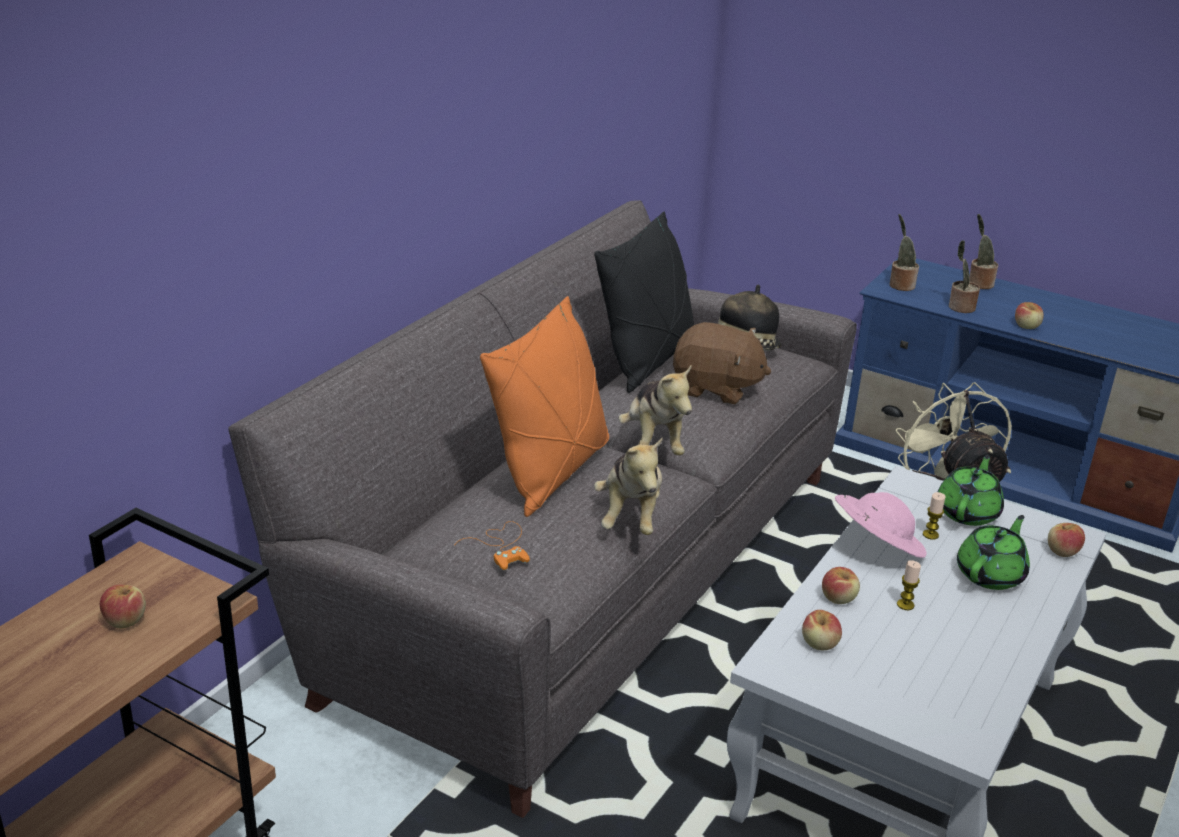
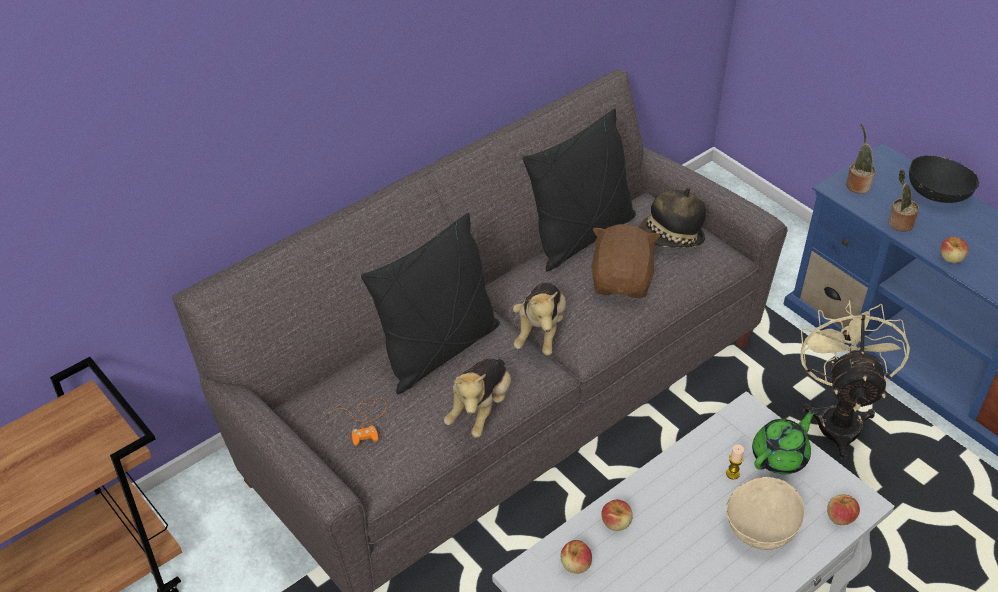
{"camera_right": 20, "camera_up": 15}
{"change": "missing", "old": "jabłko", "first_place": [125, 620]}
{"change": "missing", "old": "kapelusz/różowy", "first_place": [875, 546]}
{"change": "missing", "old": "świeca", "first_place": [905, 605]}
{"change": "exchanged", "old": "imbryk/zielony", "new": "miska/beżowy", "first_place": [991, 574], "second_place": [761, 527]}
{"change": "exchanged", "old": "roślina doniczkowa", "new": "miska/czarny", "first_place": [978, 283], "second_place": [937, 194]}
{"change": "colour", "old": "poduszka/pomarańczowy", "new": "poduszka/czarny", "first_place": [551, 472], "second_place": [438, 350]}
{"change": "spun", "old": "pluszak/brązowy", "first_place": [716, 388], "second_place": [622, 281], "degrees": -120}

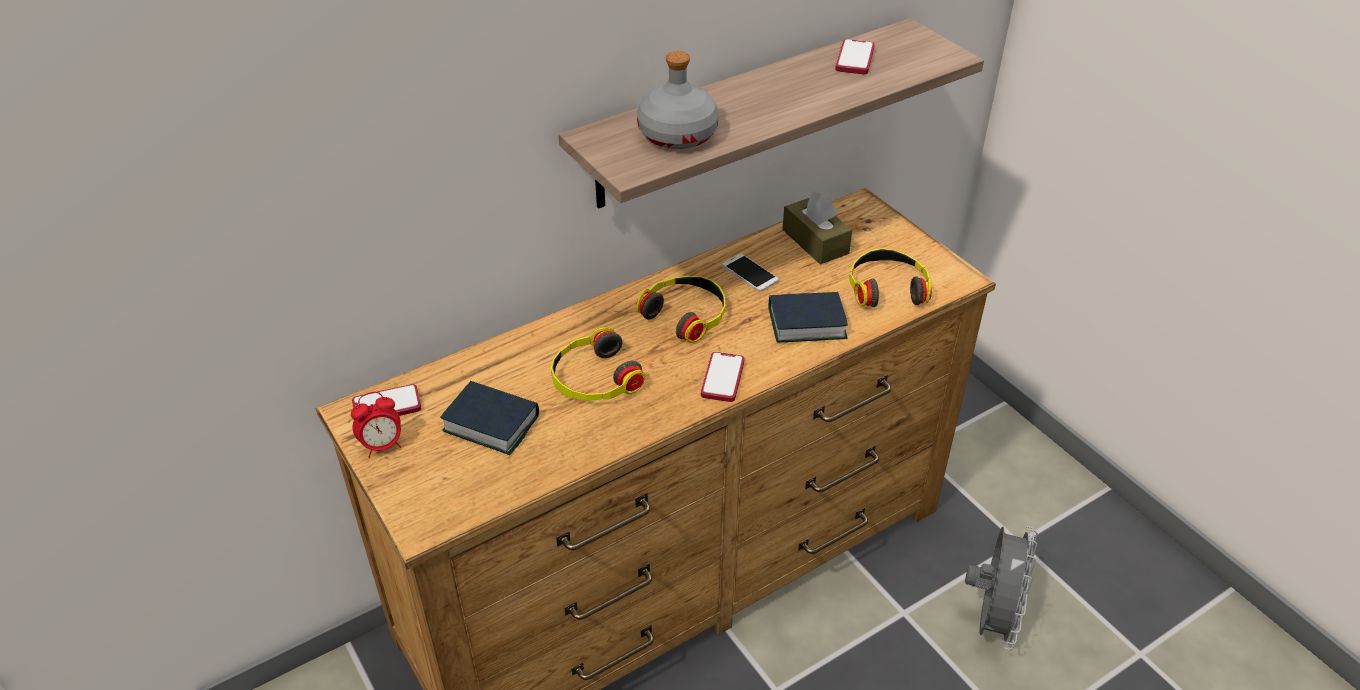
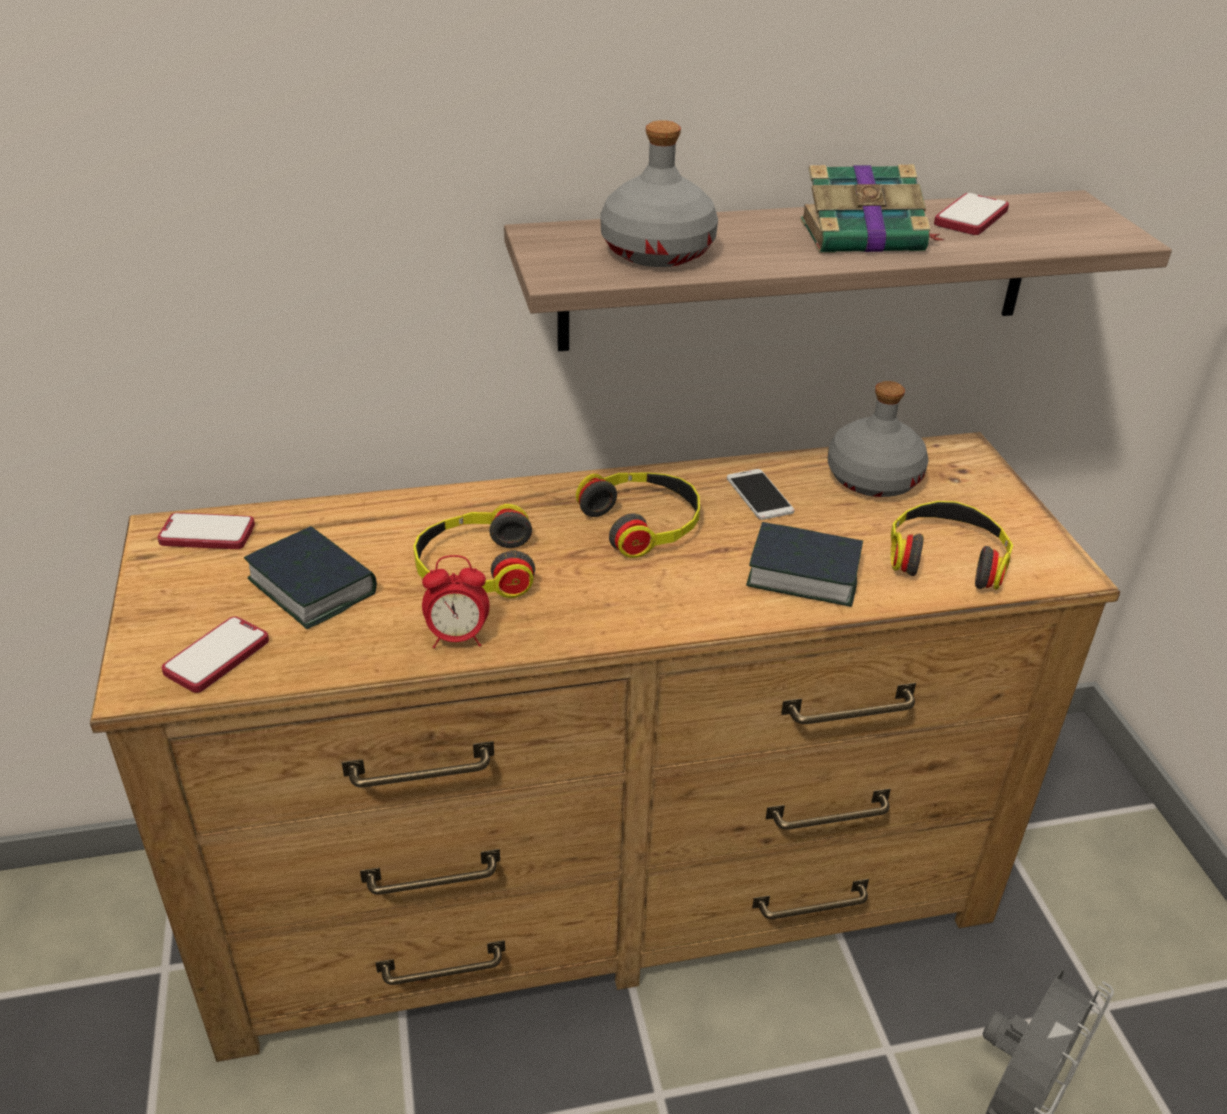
{"camera_right": 20, "camera_up": -5}
{"change": "appeared", "new": "książka", "second_place": [865, 236]}
{"change": "relocated", "old": "budzik", "first_place": [382, 446], "second_place": [457, 638]}
{"change": "relocated", "old": "telefon", "first_place": [722, 378], "second_place": [217, 656]}
{"change": "exchanged", "old": "pudełko chusteczek/brązowy", "new": "butelka/szary", "first_place": [815, 241], "second_place": [872, 478]}

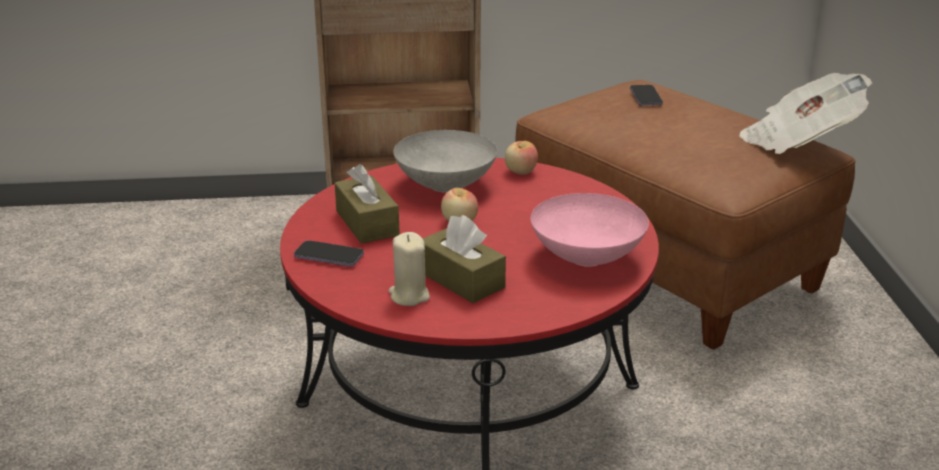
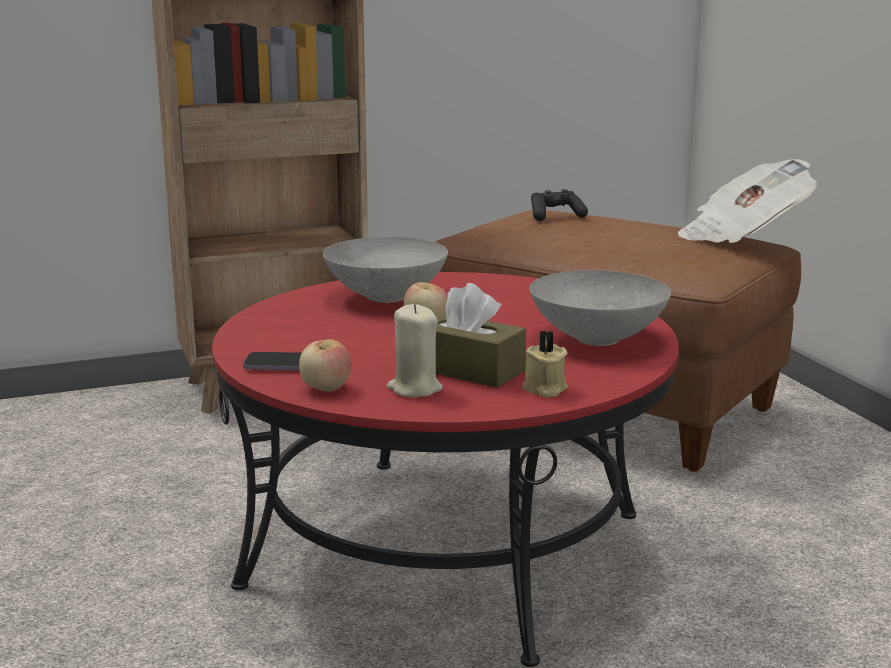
{"camera_right": -15, "camera_up": -10}
{"change": "missing", "old": "pudełko chusteczek/brązowy", "first_place": [367, 223]}
{"change": "appeared", "new": "świeca/beżowy", "second_place": [544, 389]}
{"change": "relocated", "old": "jabłko", "first_place": [520, 172], "second_place": [325, 388]}
{"change": "exchanged", "old": "telefon", "new": "pad do gier/czarny", "first_place": [645, 97], "second_place": [555, 216]}
{"change": "colour", "old": "miska/różowy", "new": "miska/szary", "first_place": [588, 258], "second_place": [599, 339]}

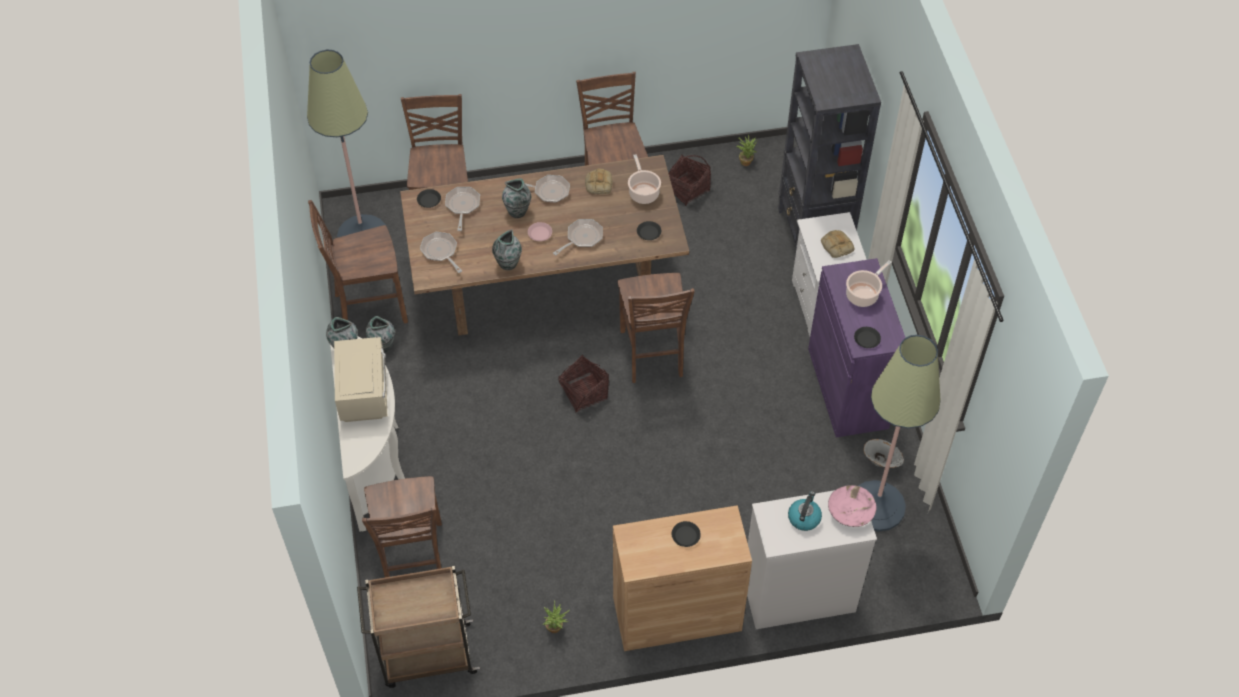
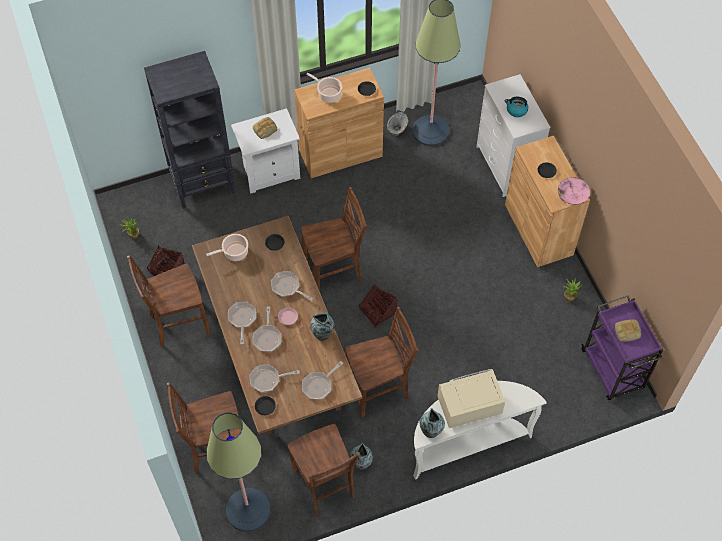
{"camera_right": -100, "camera_up": 5}
{"change": "relocated", "old": "krzesło/brązowy", "first_place": [412, 560], "second_place": [379, 389]}
{"change": "relocated", "old": "chleb", "first_place": [598, 183], "second_place": [627, 332]}
{"change": "relocated", "old": "miska/różowy", "first_place": [851, 511], "second_place": [572, 195]}
{"change": "exchanged", "old": "wazon", "new": "patelnia", "first_place": [518, 211], "second_place": [267, 337]}
{"change": "colour", "old": "wózek/brązowy", "new": "wózek/fioletowy", "first_place": [426, 656], "second_place": [613, 370]}
{"change": "colour", "old": "szafka/fioletowy", "new": "szafka/brązowy", "first_place": [847, 388], "second_place": [340, 153]}

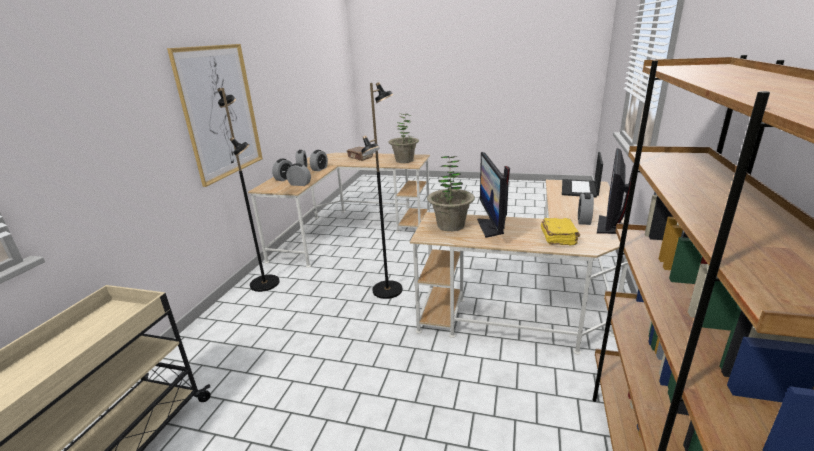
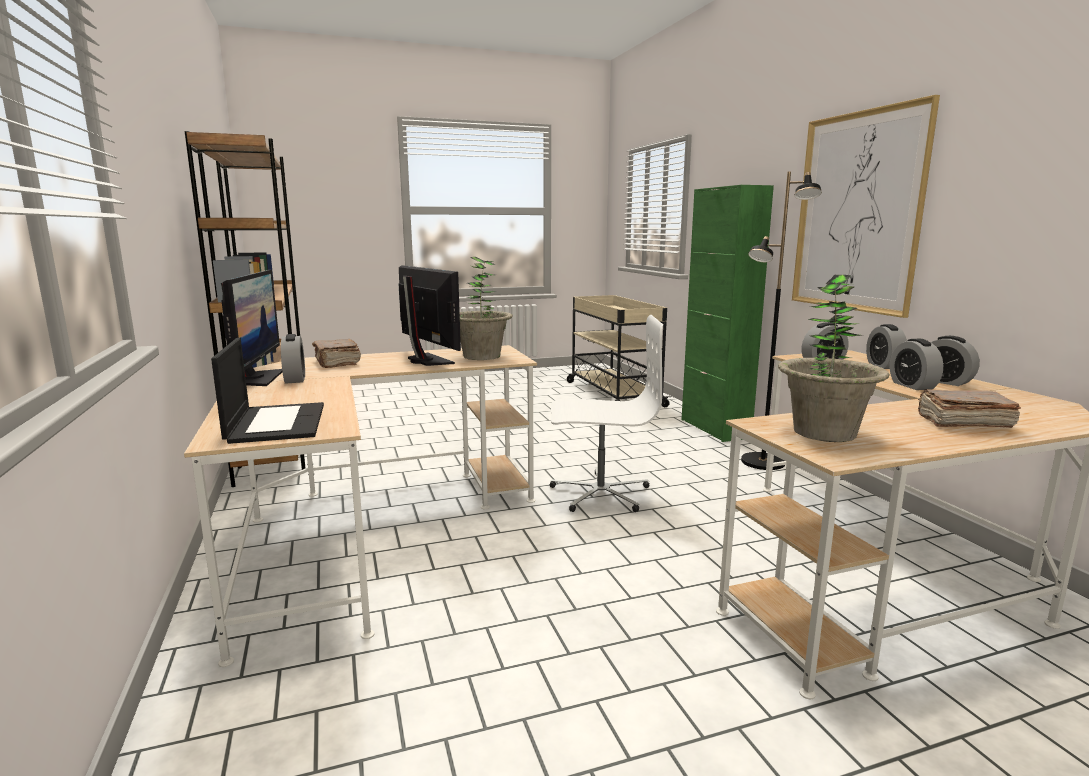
{"camera_right": 145, "camera_up": -10}
{"change": "appeared", "new": "szafka/zielony", "second_place": [714, 428]}
{"change": "exchanged", "old": "lampa stojąca/czarny", "new": "krzesło biurowe/biały", "first_place": [388, 290], "second_place": [600, 493]}
{"change": "colour", "old": "książka/żółty", "new": "książka/brązowy", "first_place": [558, 238], "second_place": [337, 362]}

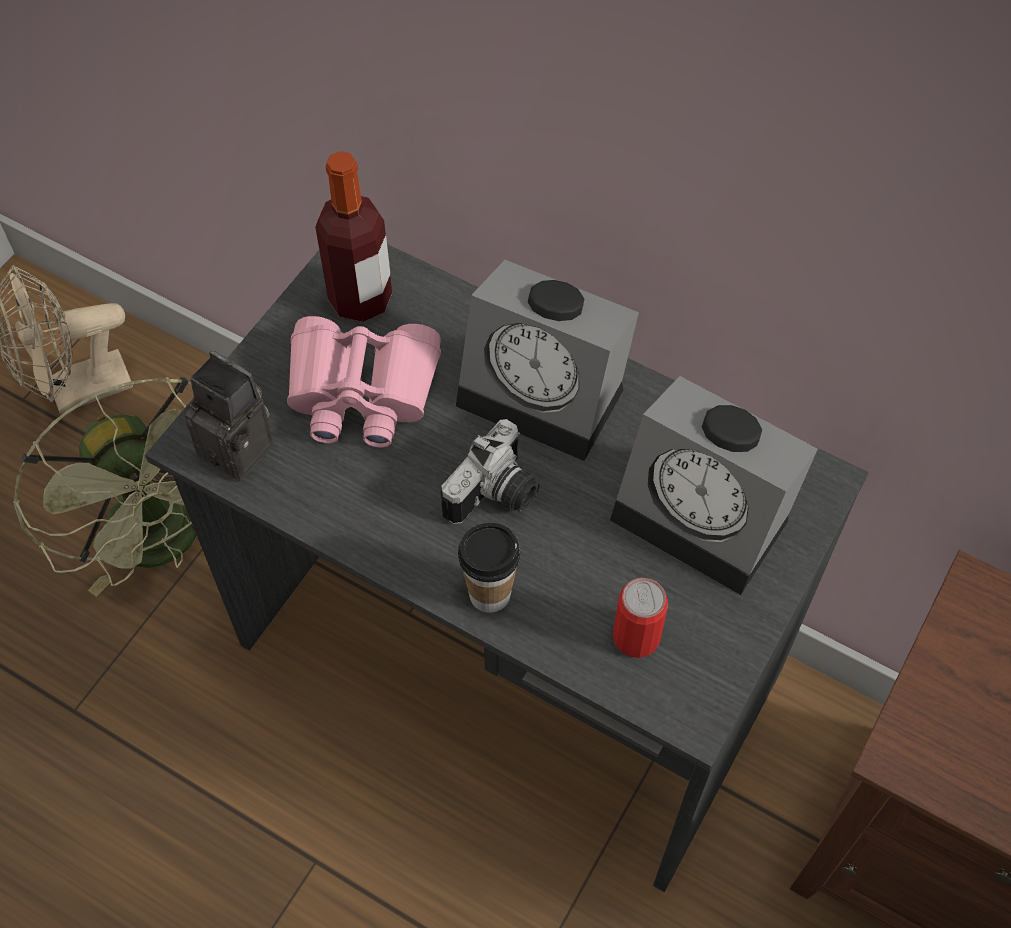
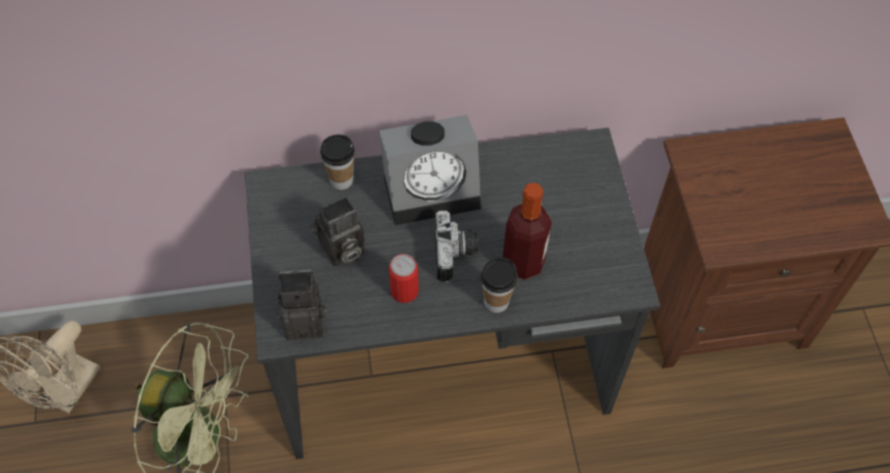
{"camera_right": -40, "camera_up": 0}
{"change": "missing", "old": "budzik", "first_place": [708, 516]}
{"change": "appeared", "new": "filiżanka", "second_place": [341, 180]}
{"change": "relocated", "old": "butelka", "first_place": [360, 299], "second_place": [523, 262]}
{"change": "relocated", "old": "puszka", "first_place": [636, 636], "second_place": [404, 291]}
{"change": "exchanged", "old": "lornetka/różowy", "new": "aparat fotograficzny", "first_place": [361, 392], "second_place": [341, 250]}

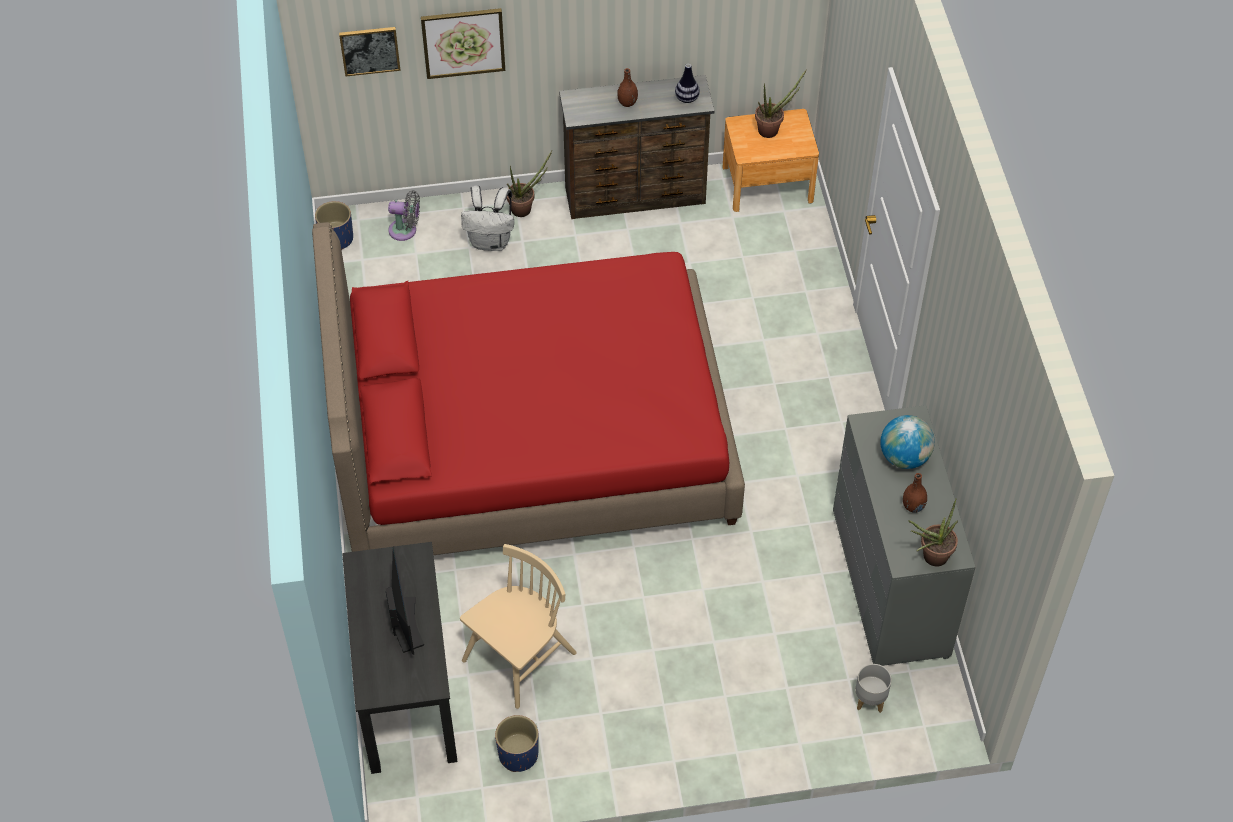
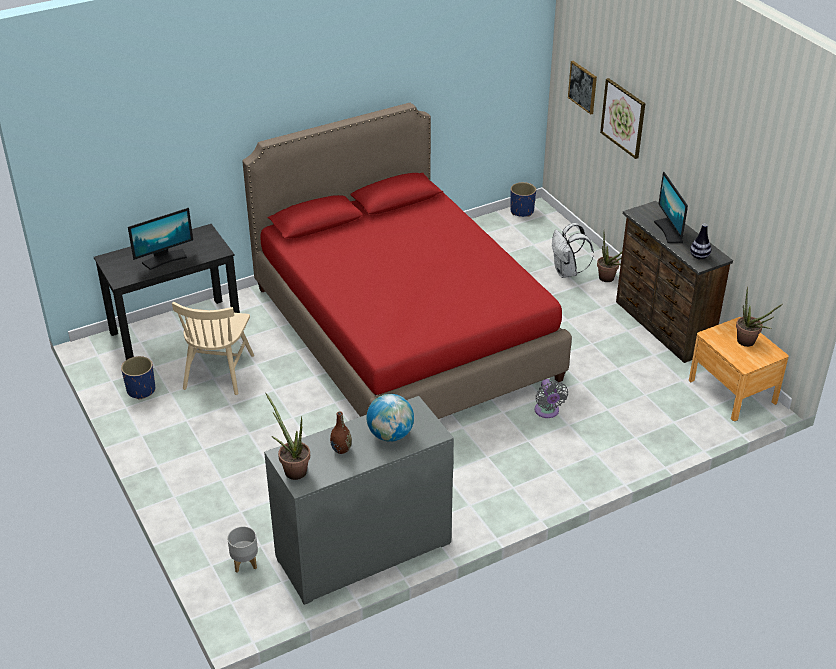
{"camera_right": 70, "camera_up": -15}
{"change": "relocated", "old": "wentylator/szary", "first_place": [405, 230], "second_place": [547, 412]}
{"change": "exchanged", "old": "wazon/brązowy", "new": "monitor", "first_place": [627, 103], "second_place": [670, 231]}
{"change": "spun", "old": "krzesło/beżowy", "first_place": [519, 658], "second_place": [218, 371], "degrees": 75}

